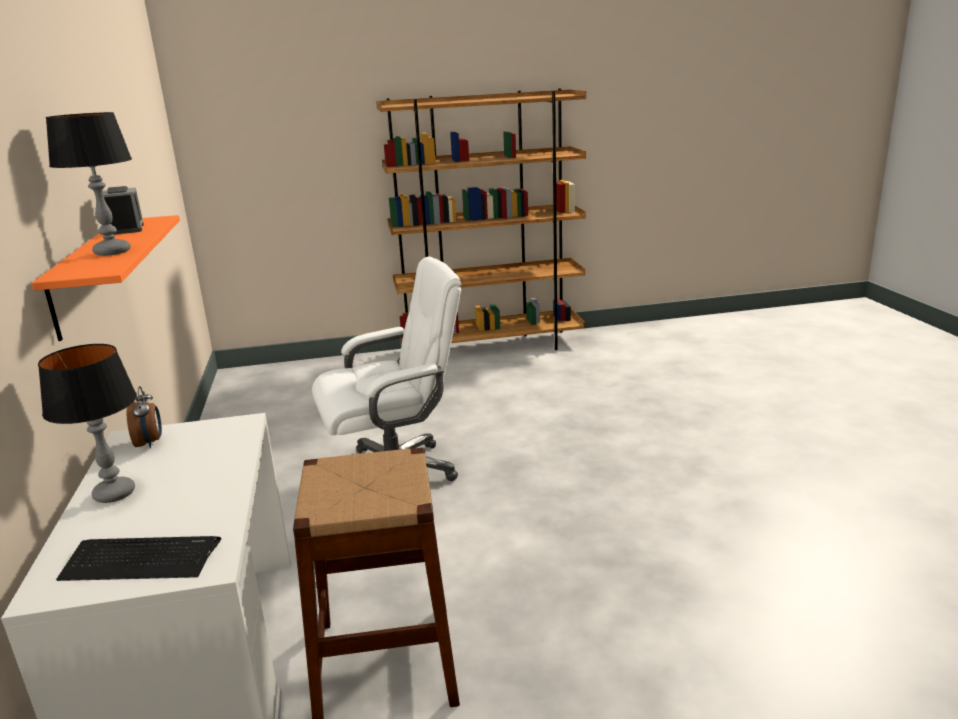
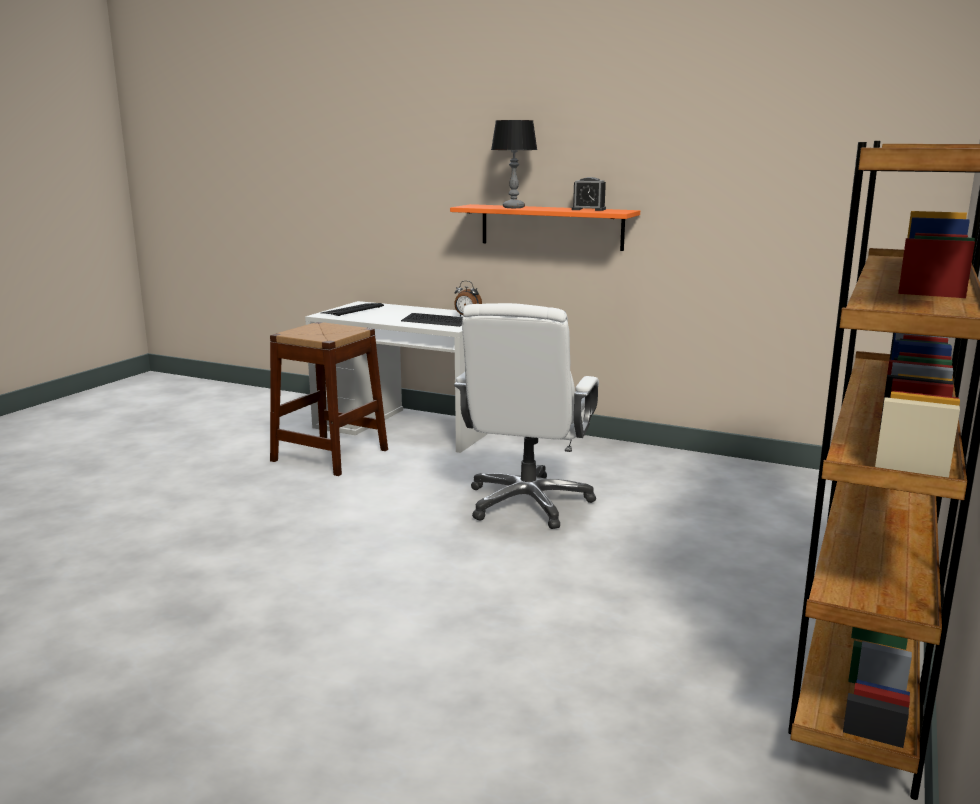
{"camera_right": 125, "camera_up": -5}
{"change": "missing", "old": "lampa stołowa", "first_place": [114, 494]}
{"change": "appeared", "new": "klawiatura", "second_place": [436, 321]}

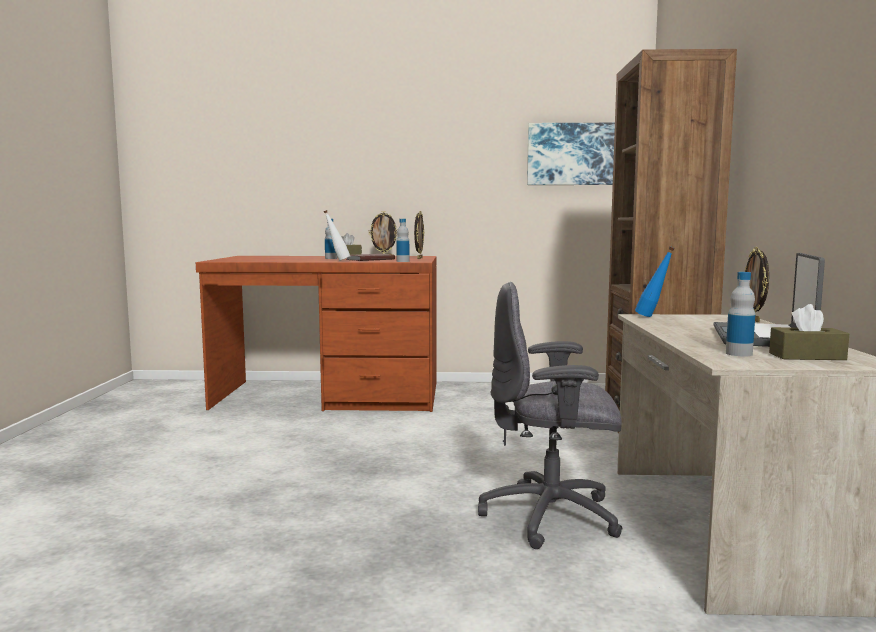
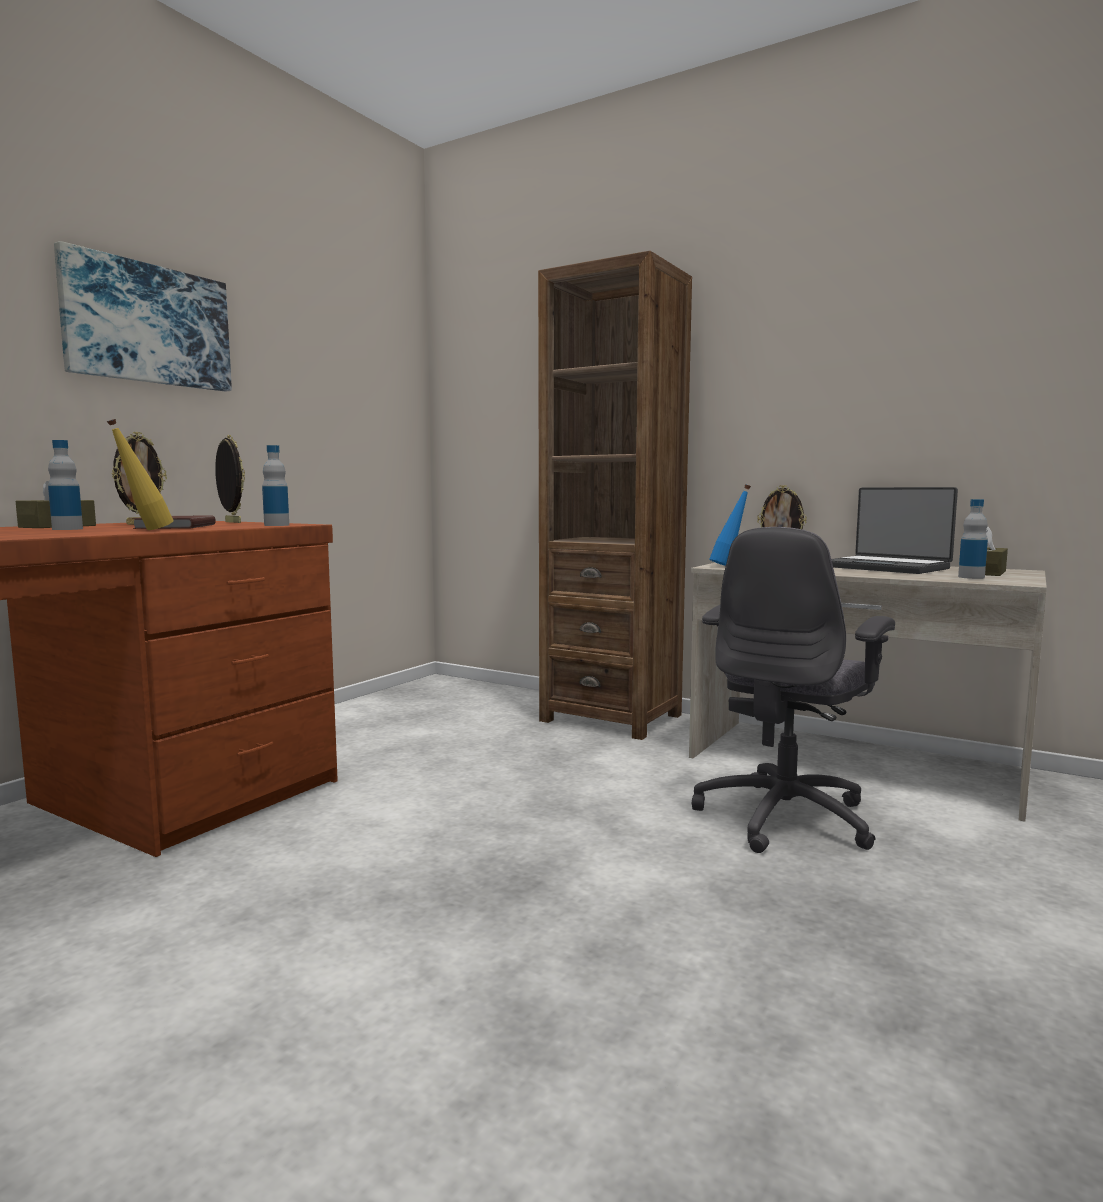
{"camera_right": -60, "camera_up": 0}
{"change": "relocated", "old": "obraz", "first_place": [572, 154], "second_place": [147, 324]}
{"change": "colour", "old": "butelka/biały", "new": "butelka/żółty", "first_place": [337, 260], "second_place": [144, 530]}

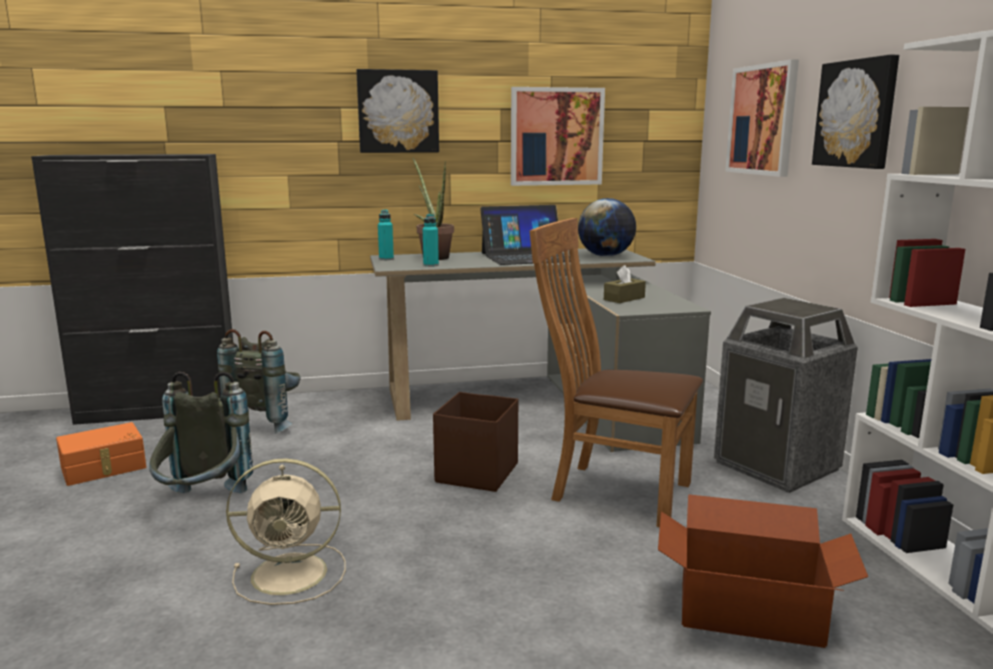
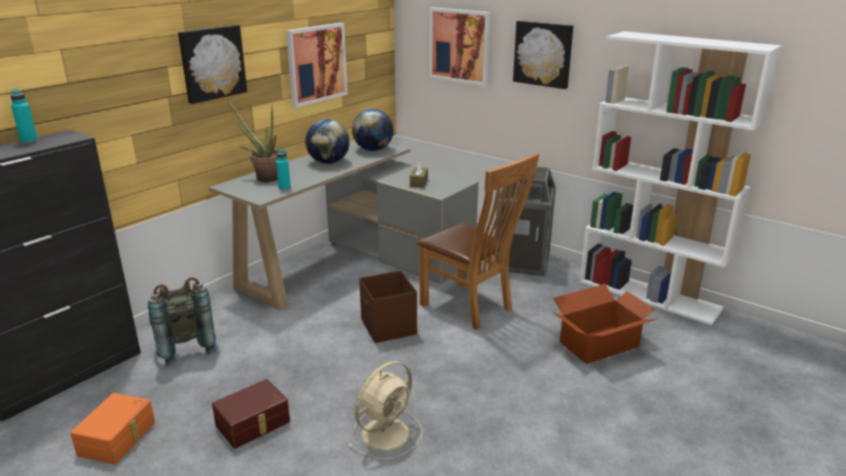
{"camera_right": -40, "camera_up": 10}
{"change": "relocated", "old": "butelka/turkusowy", "first_place": [386, 259], "second_place": [29, 141]}
{"change": "exchanged", "old": "plecak/szary", "new": "pojemnik do przechowywania/brązowy", "first_place": [203, 504], "second_place": [254, 424]}
{"change": "exchanged", "old": "laptop", "new": "globus", "first_place": [528, 257], "second_place": [328, 162]}
{"change": "spun", "old": "krzesło/brązowy", "first_place": [612, 491], "second_place": [471, 308], "degrees": -120}

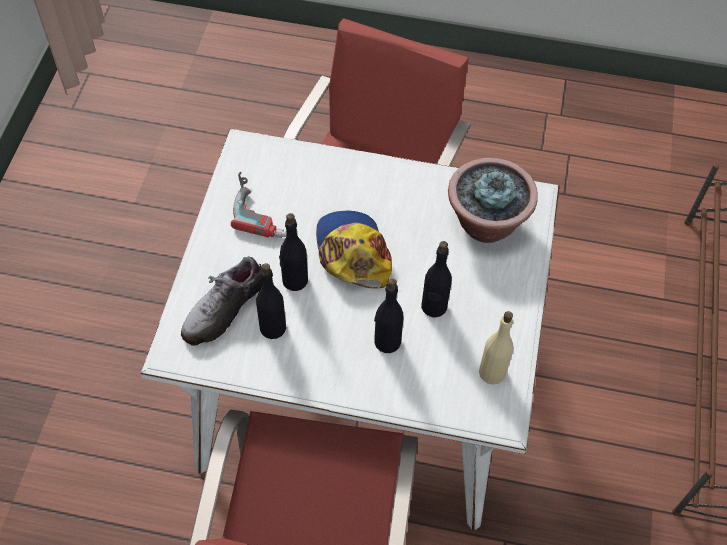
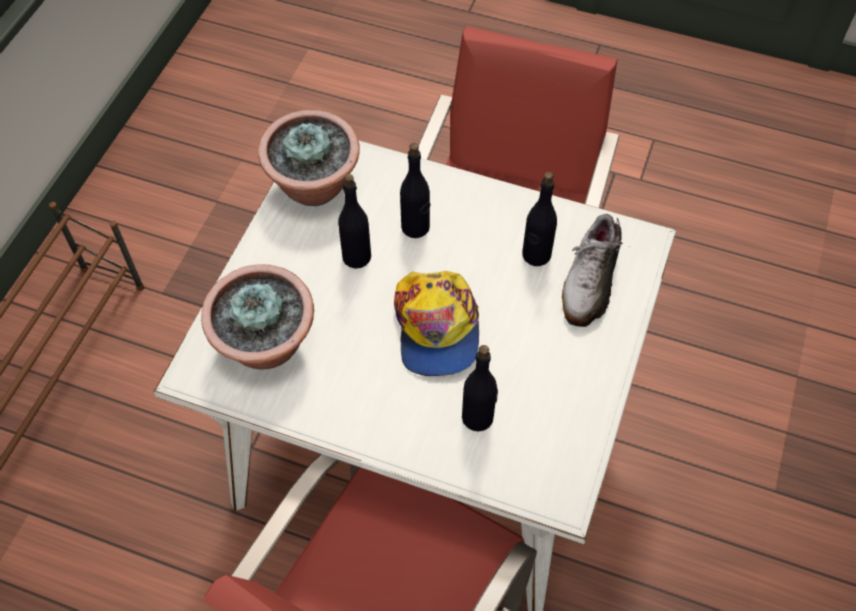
{"camera_right": -170, "camera_up": 0}
{"change": "missing", "old": "wiertarka", "first_place": [262, 209]}
{"change": "relocated", "old": "butelka/czarny", "first_place": [294, 280], "second_place": [478, 417]}
{"change": "exchanged", "old": "butelka/beżowy", "new": "roślina doniczkowa", "first_place": [492, 372], "second_place": [315, 187]}
{"change": "spun", "old": "but", "first_place": [224, 309], "second_place": [590, 280], "degrees": 150}

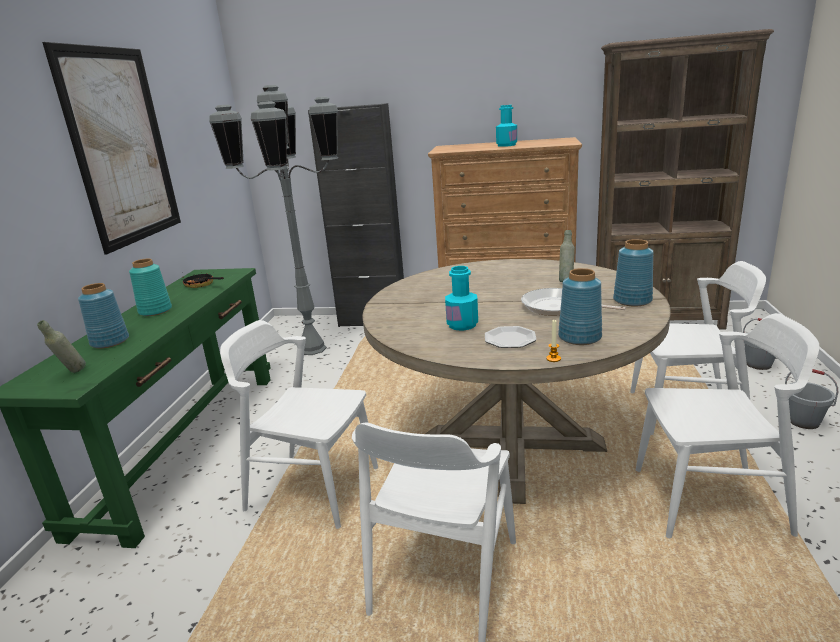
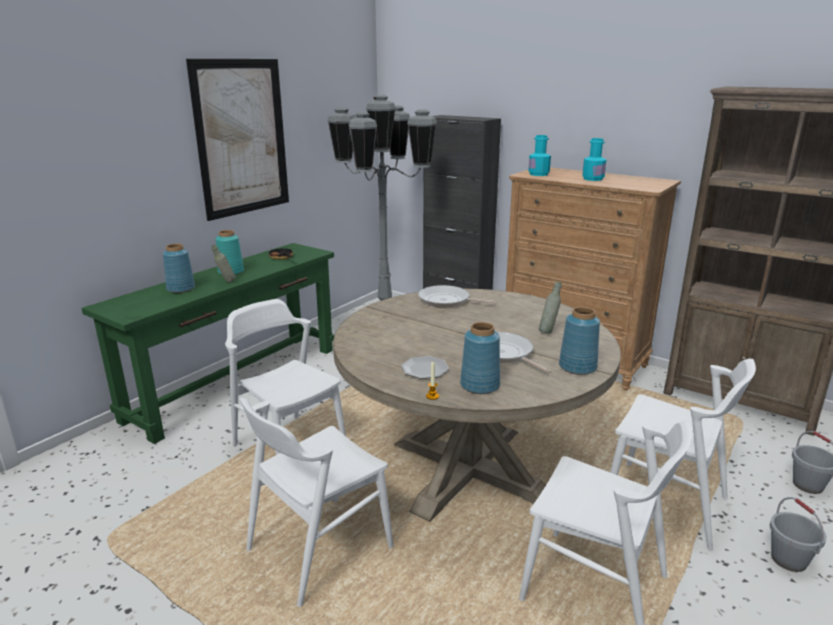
{"camera_right": 25, "camera_up": 0}
{"change": "appeared", "new": "patelnia", "second_place": [447, 301]}
{"change": "relocated", "old": "butelka/szary", "first_place": [71, 373], "second_place": [226, 283]}
{"change": "relocated", "old": "butelka/turkusowy", "first_place": [462, 325], "second_place": [538, 174]}

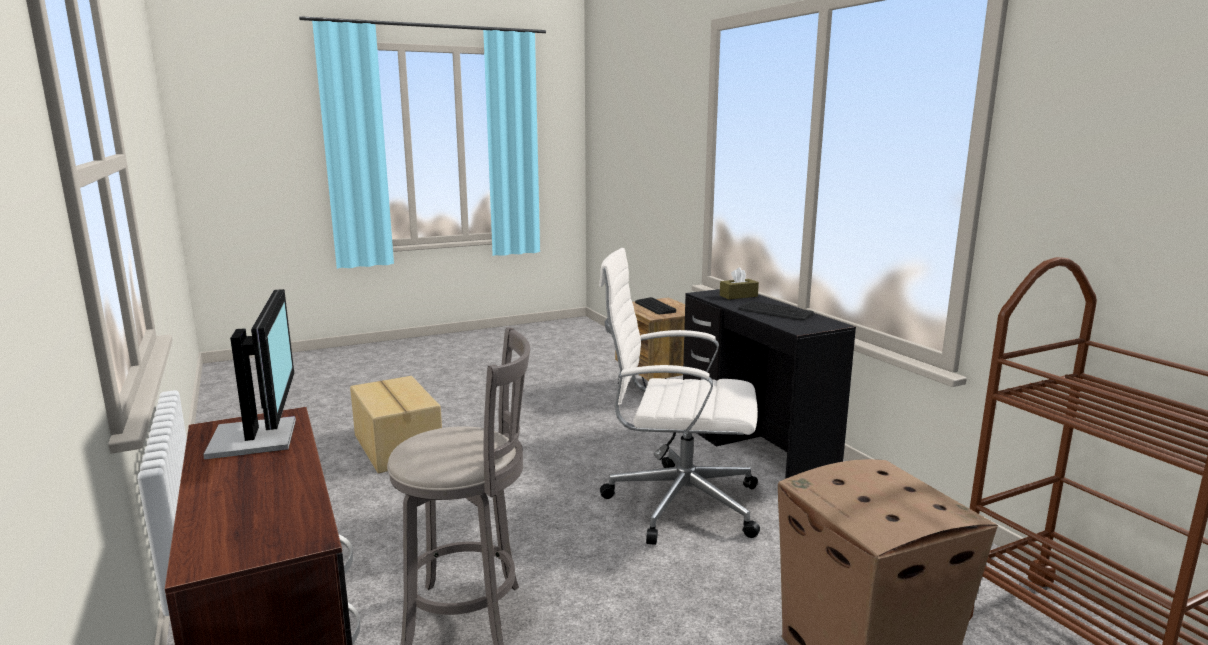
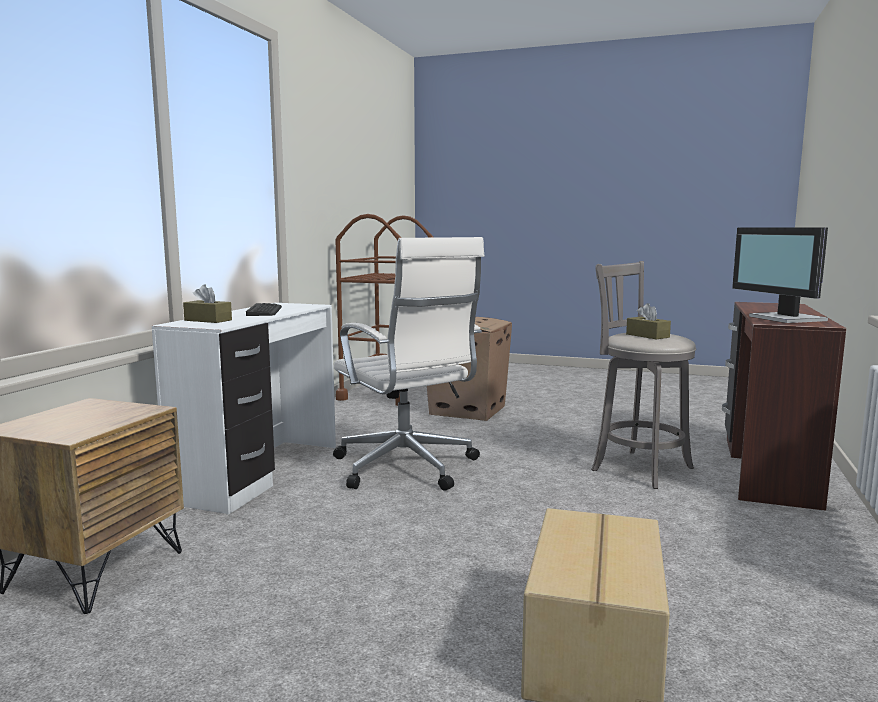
{"camera_right": -135, "camera_up": -5}
{"change": "missing", "old": "klawiatura", "first_place": [654, 307]}
{"change": "appeared", "new": "pudełko chusteczek/brązowy", "second_place": [647, 336]}
{"change": "colour", "old": "biurko/czarny", "new": "biurko/biały", "first_place": [753, 451], "second_place": [262, 473]}
{"change": "spun", "old": "monitor", "first_place": [257, 437], "second_place": [785, 319], "degrees": -45}

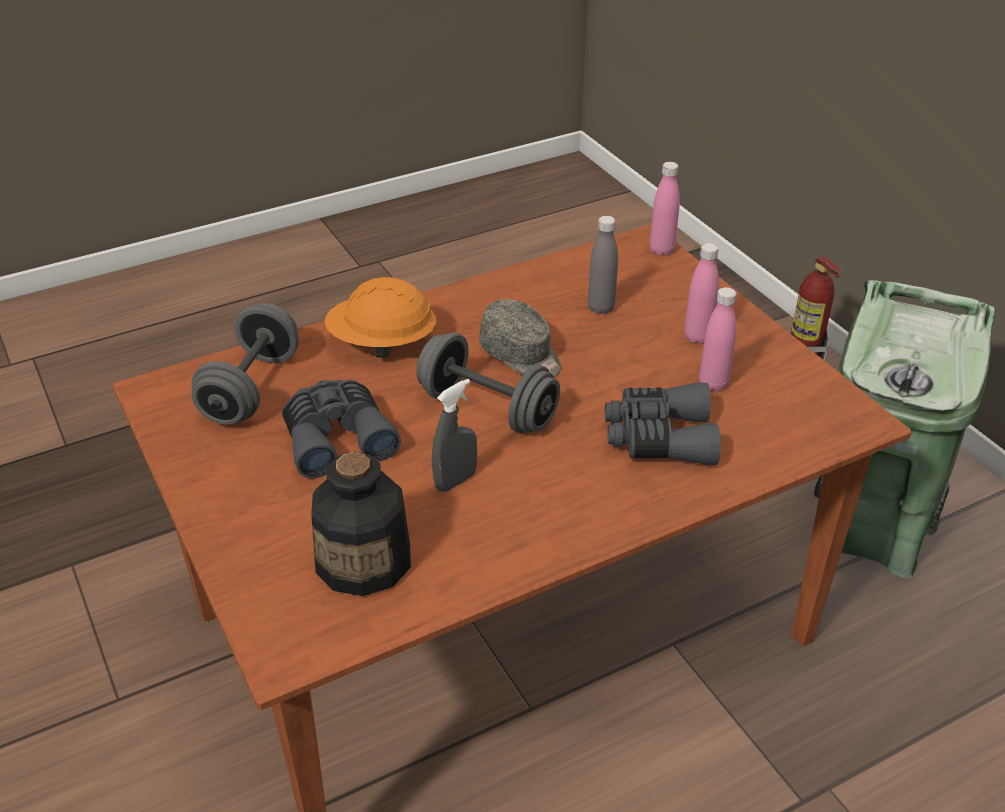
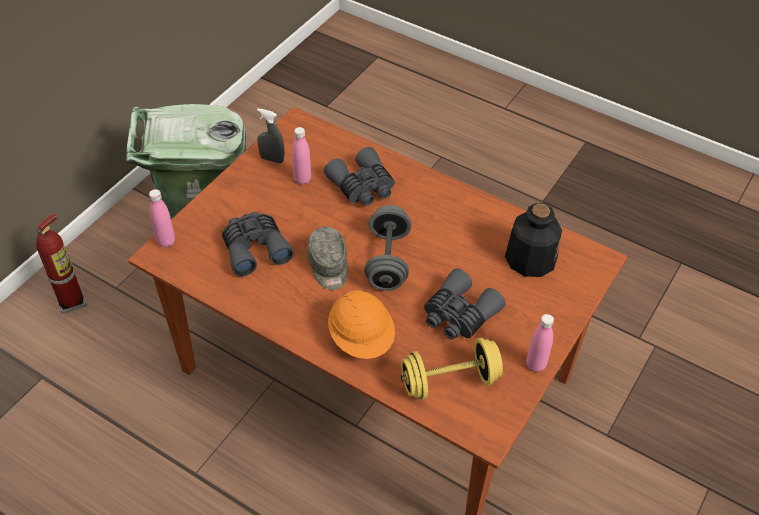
{"camera_right": -120, "camera_up": 10}
{"change": "relocated", "old": "spryskiwacz/szary", "first_place": [455, 481], "second_place": [272, 159]}
{"change": "relocated", "old": "butelka/różowy", "first_place": [697, 337], "second_place": [535, 365]}
{"change": "exchanged", "old": "butelka/szary", "new": "lornetka/szary", "first_place": [601, 308], "second_place": [255, 248]}
{"change": "colour", "old": "hantel/szary", "new": "hantel/żółty", "first_place": [251, 388], "second_place": [449, 381]}
{"change": "spun", "old": "czapka z daszkiem/szary", "first_place": [521, 355], "second_place": [328, 266], "degrees": 150}

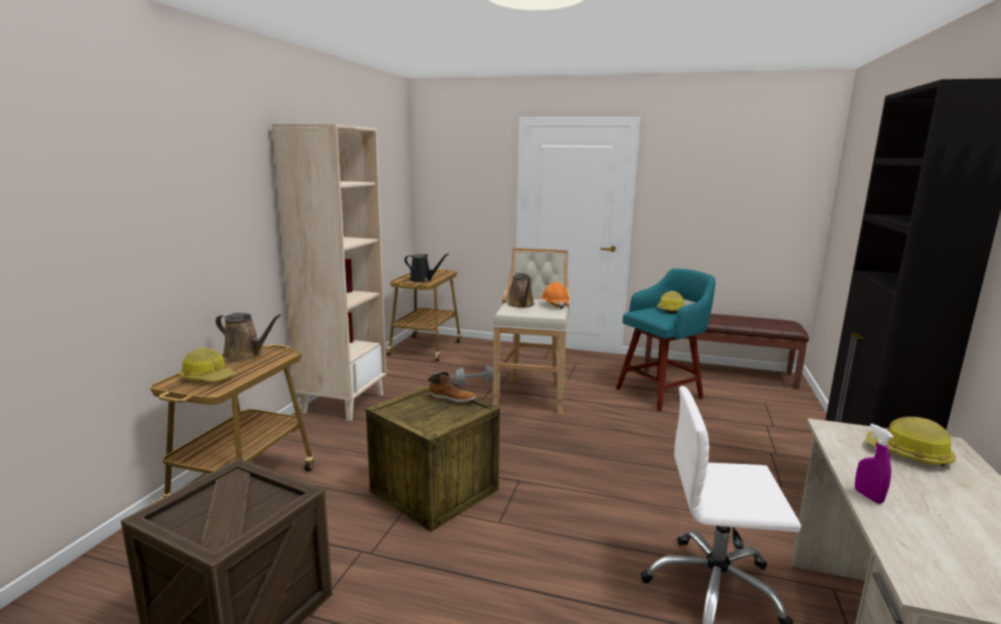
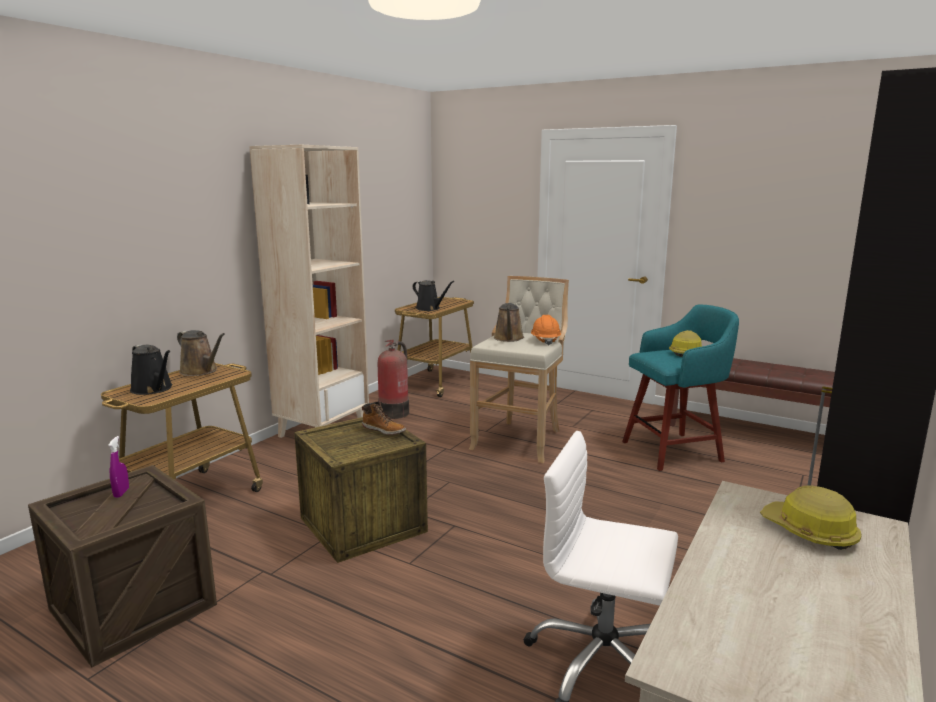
{"camera_right": 15, "camera_up": 0}
{"change": "missing", "old": "hantel/szary", "first_place": [474, 383]}
{"change": "appeared", "new": "gaśnica", "second_place": [395, 412]}
{"change": "relocated", "old": "spryskiwacz/fioletowy", "first_place": [868, 496], "second_place": [121, 493]}
{"change": "exchanged", "old": "kask", "new": "konewka/czarny", "first_place": [208, 377], "second_place": [153, 389]}

